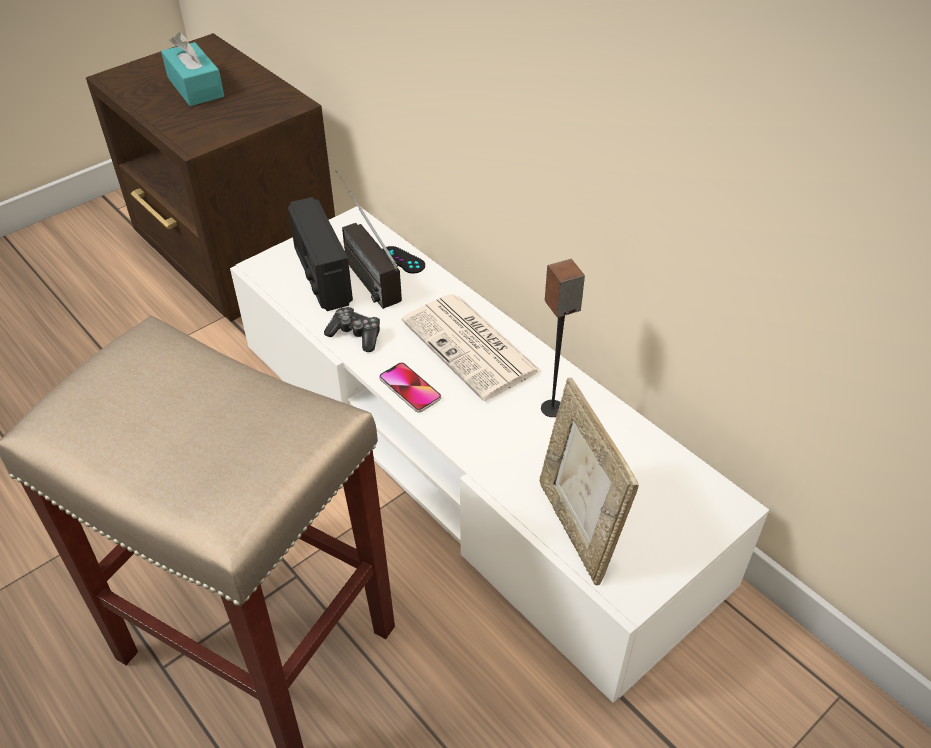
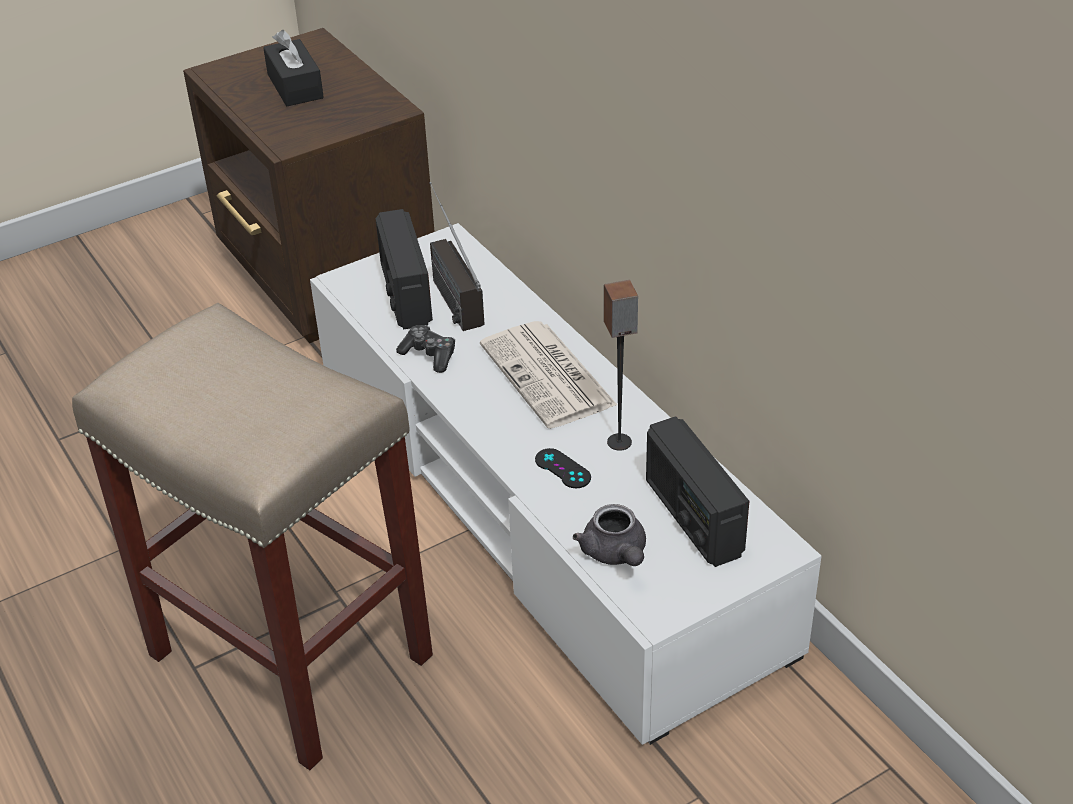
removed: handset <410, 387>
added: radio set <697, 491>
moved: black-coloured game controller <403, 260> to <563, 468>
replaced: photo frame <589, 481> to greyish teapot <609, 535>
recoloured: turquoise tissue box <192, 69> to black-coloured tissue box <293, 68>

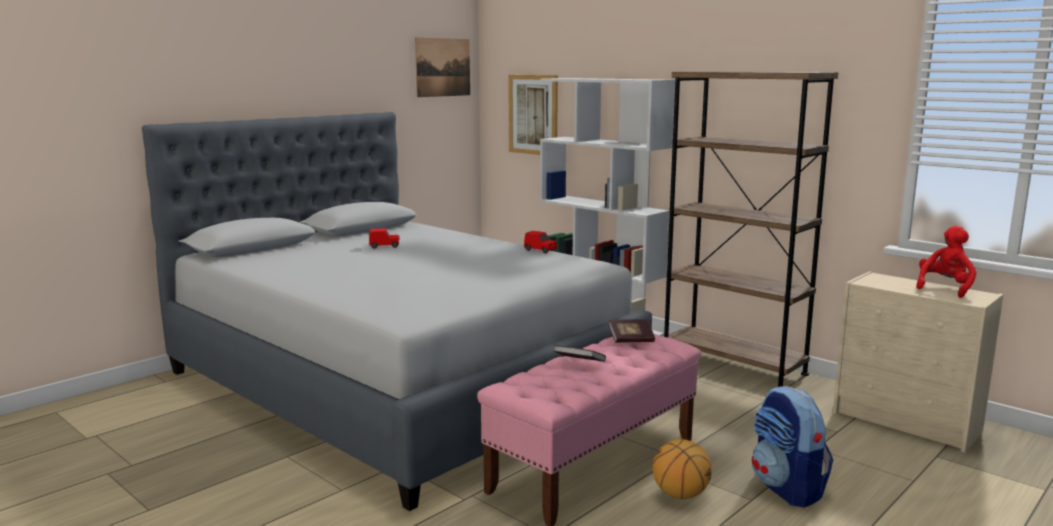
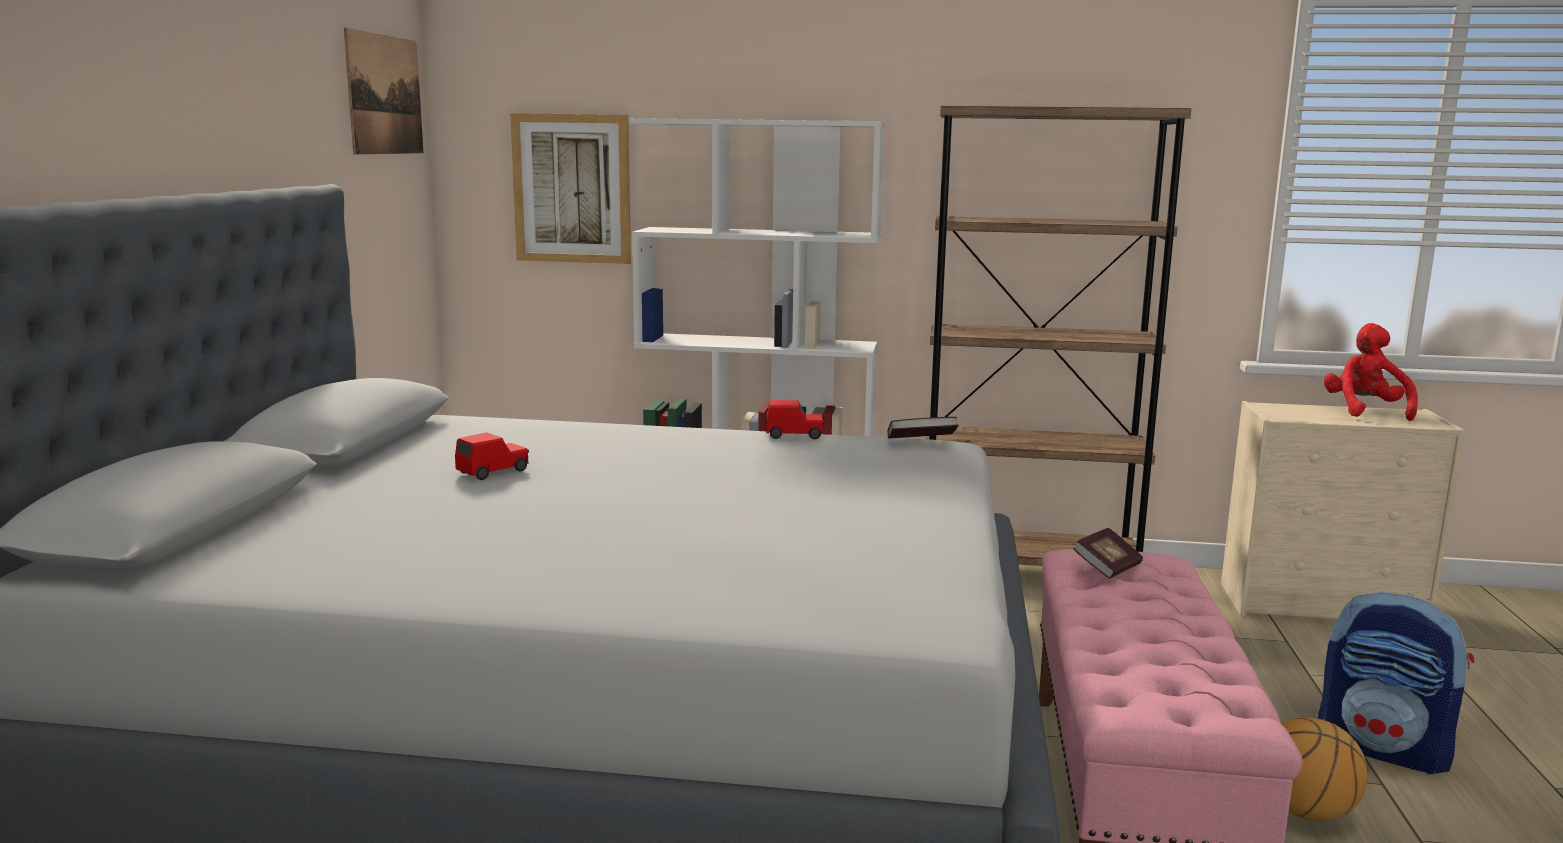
moved: book <580, 353> to <922, 428>

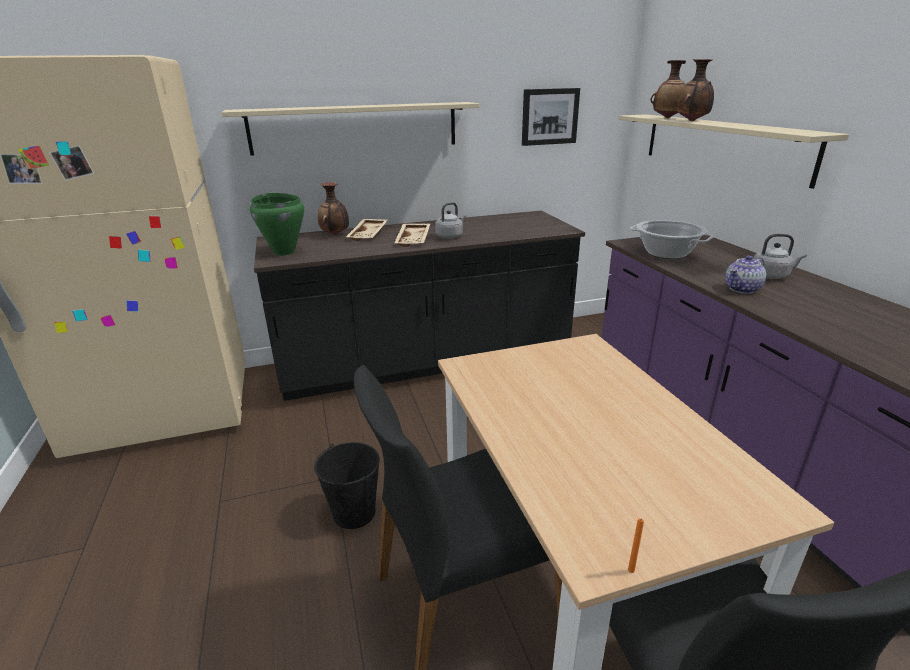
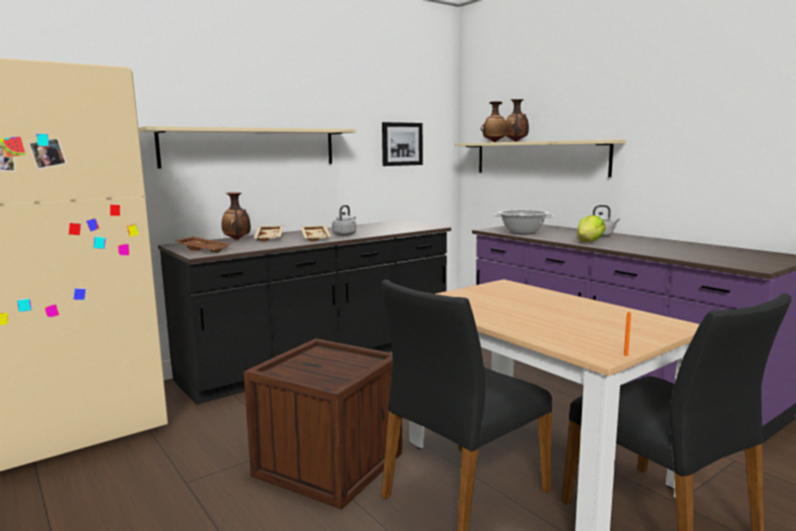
replaced: green-coloured cooking pot <277, 224> to brownish serving tray <204, 244>; black-coloured pail <347, 485> to shipping crate <323, 424>; teapot <745, 274> to lettuce <591, 228>

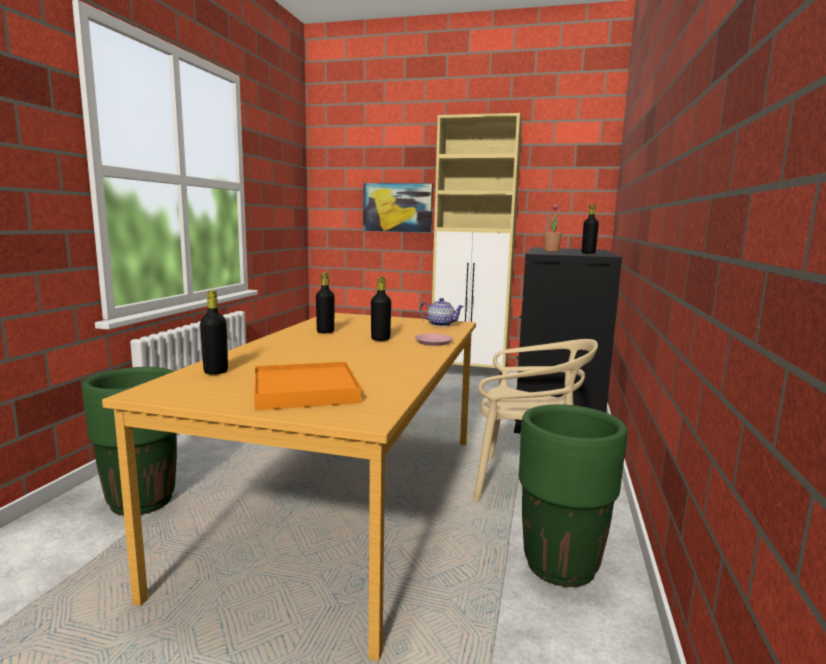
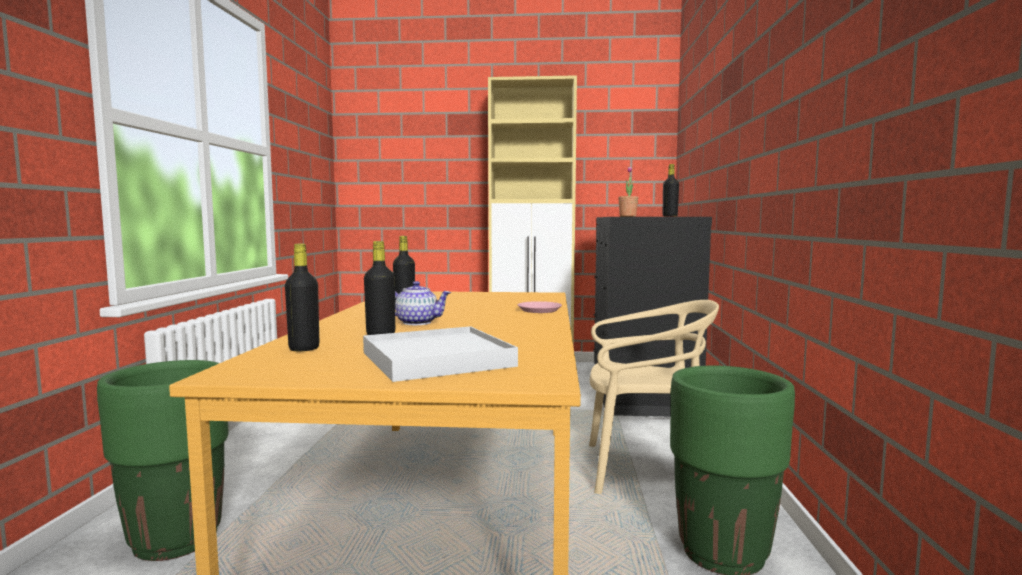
removed: picture <398, 208>
moved: black-coloured beverage bottle <381, 309> to <379, 288>; teapot <441, 312> to <423, 303>
recoloured: orange serving tray <307, 386> to white serving tray <440, 354>

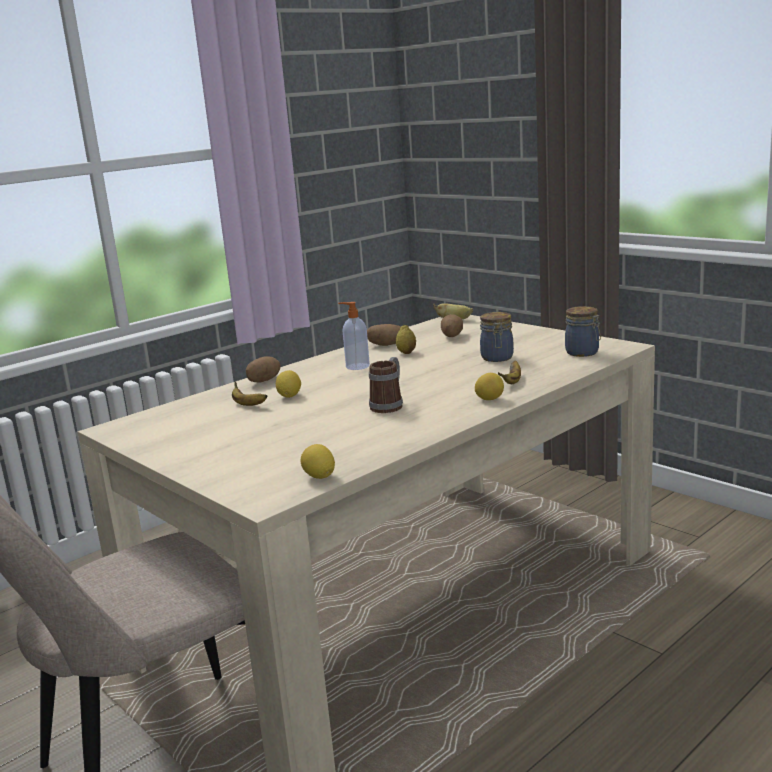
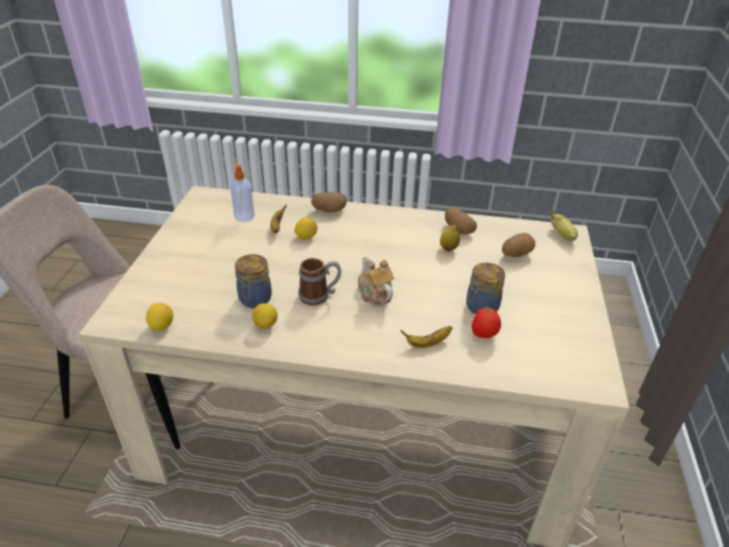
added: teapot <376, 281>; tomato <486, 322>
moved: liquid soap bottle <354, 336> to <242, 191>; whole lemon <489, 386> to <265, 316>; preserve jar <583, 331> to <253, 281>

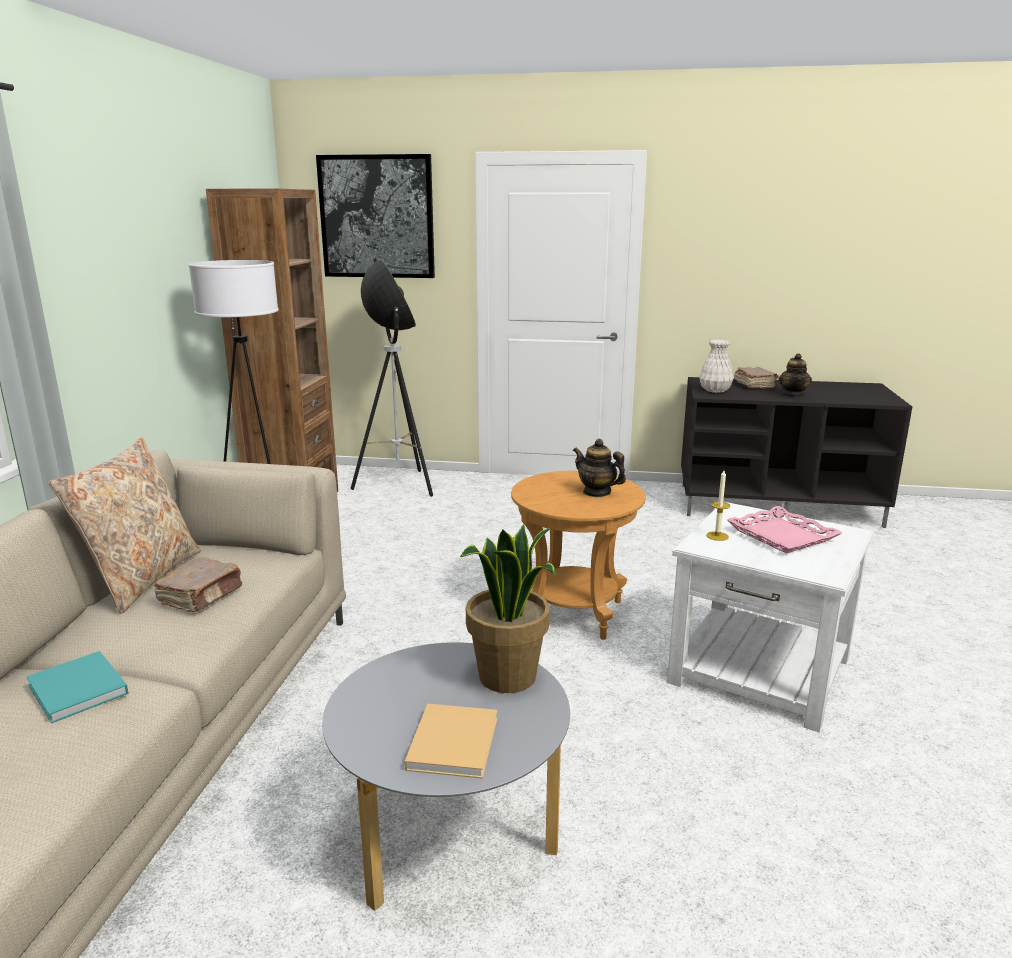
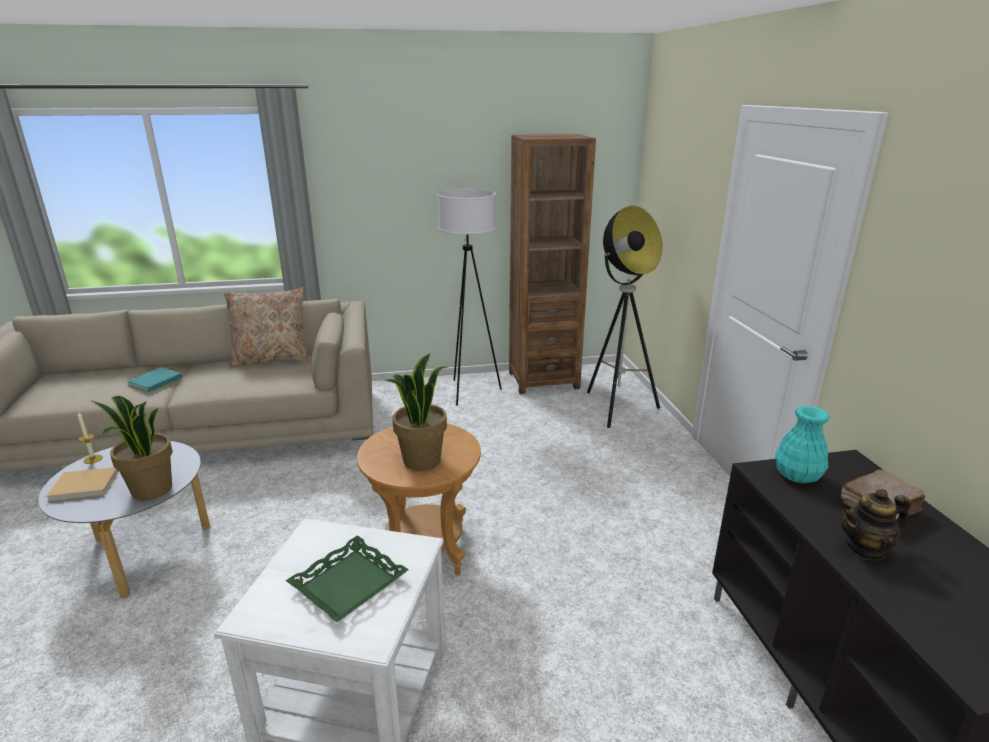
removed: brownish book <198, 584>; picture <375, 216>
moved: candle <718, 505> to <90, 438>
replaced: teapot <599, 468> to potted plant <416, 412>
recoloured: white vase <716, 366> to turquoise vase <802, 444>; pinkish serving tray <784, 529> to green-coloured serving tray <347, 578>

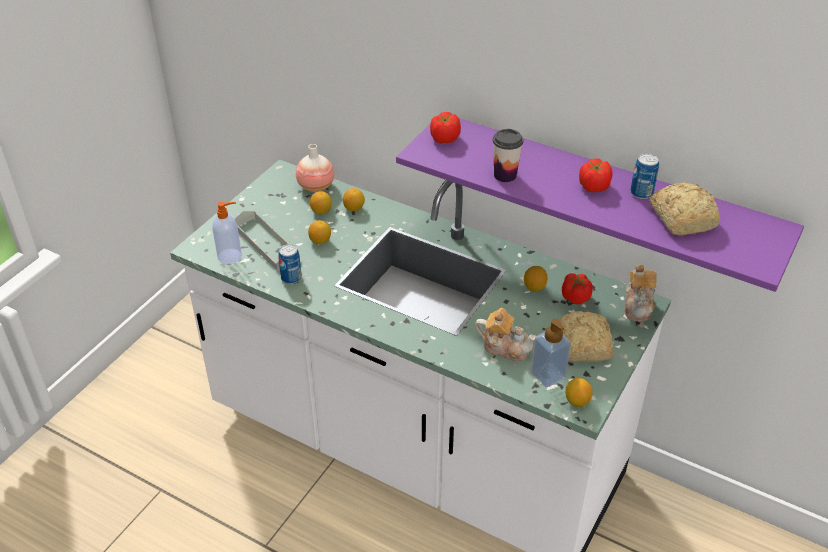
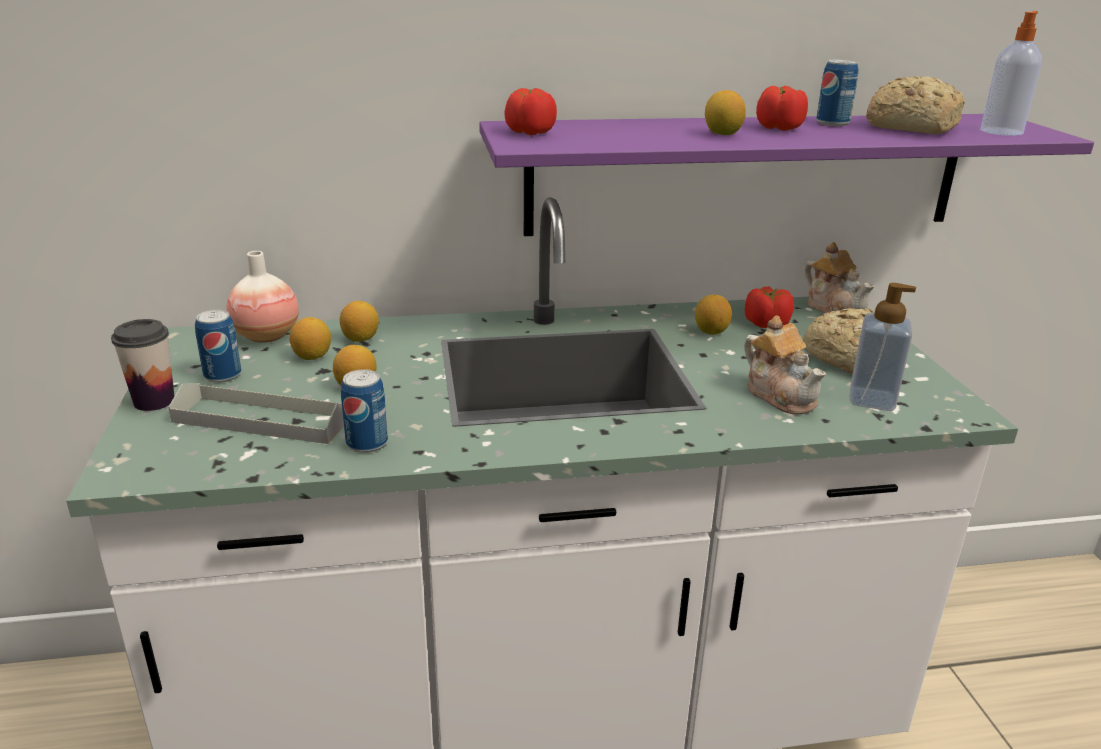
added: can <218, 346>
moved: liquid soap bottle <227, 233> to <1011, 73>; cup <508, 155> to <142, 365>; whole lemon <579, 392> to <725, 112>
turned: teapot <505, 334> = <785, 365> 75 degrees clockwise

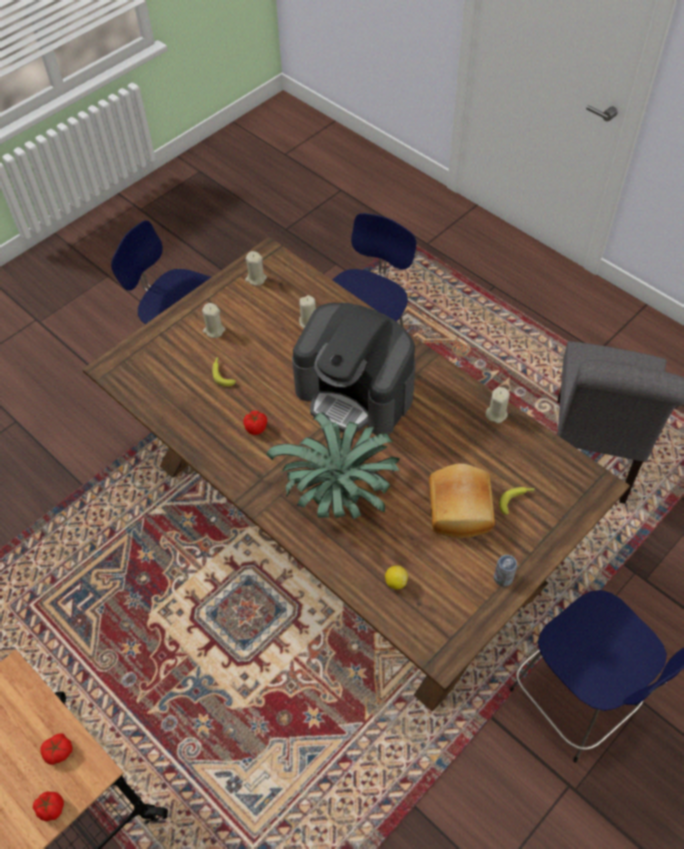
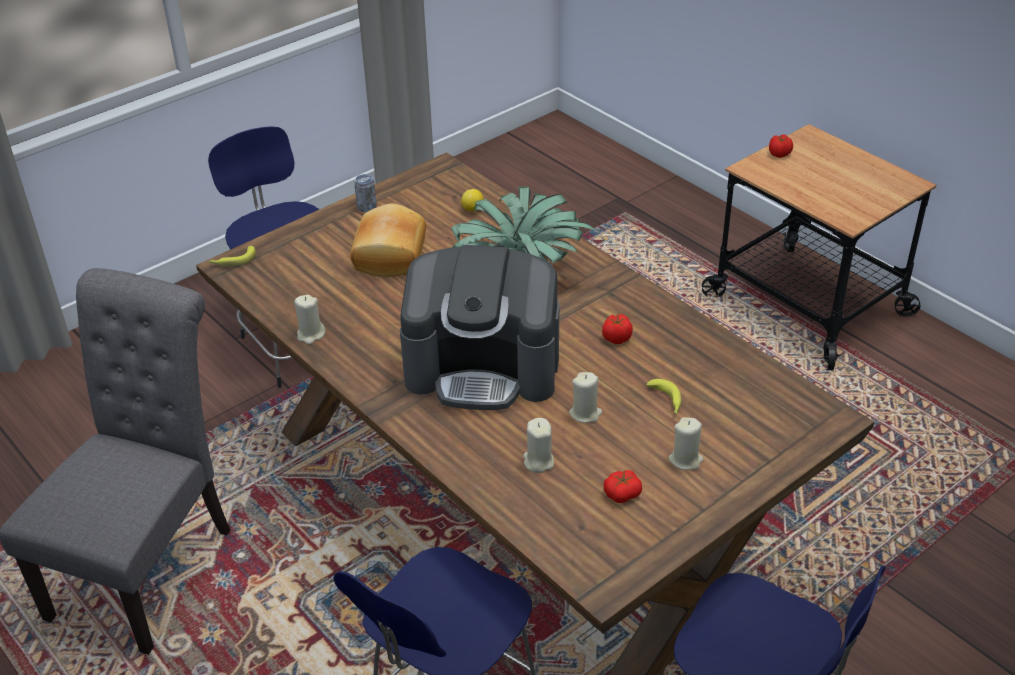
moved: tomato <56, 749> to <623, 486>; sand-coloured candle <256, 268> to <585, 397>; banana <517, 501> to <232, 256>
turned: coffee brewer <353, 369> = <479, 327> 150 degrees clockwise

